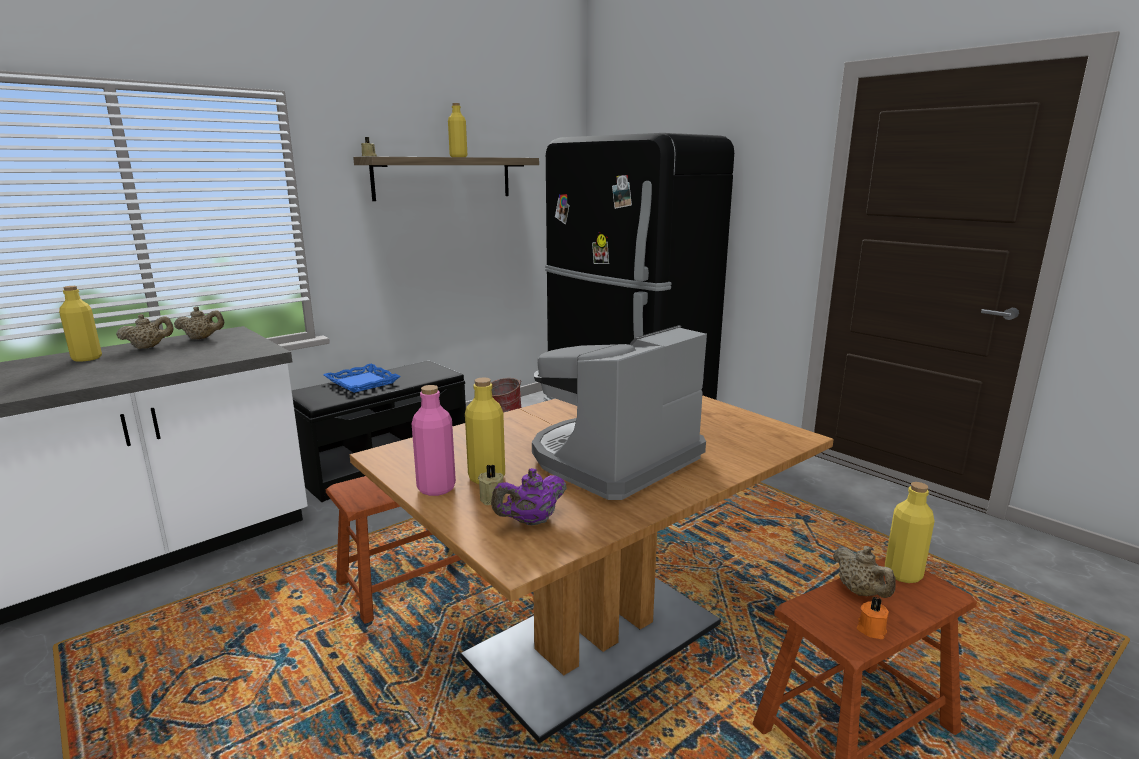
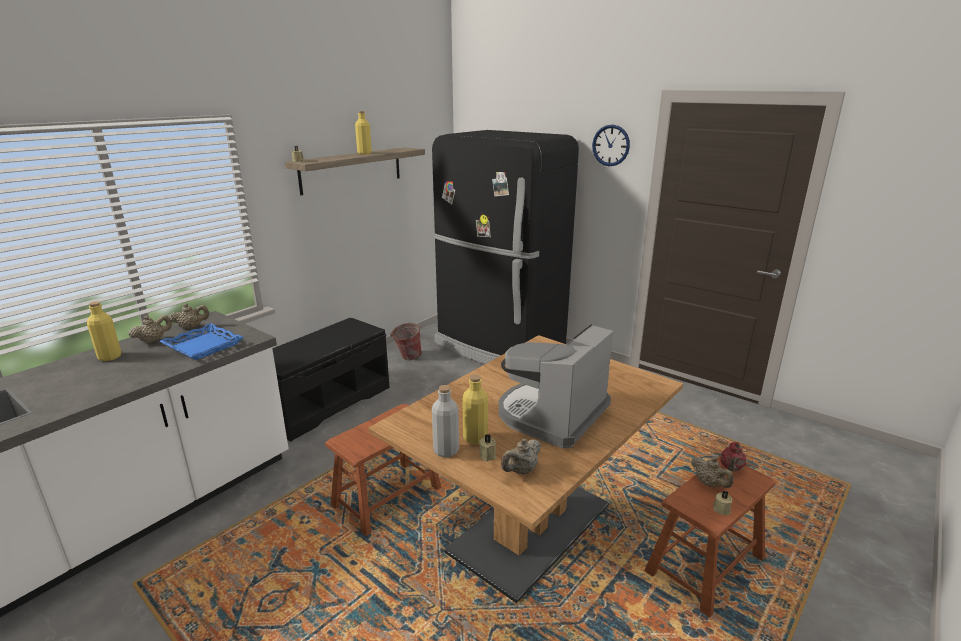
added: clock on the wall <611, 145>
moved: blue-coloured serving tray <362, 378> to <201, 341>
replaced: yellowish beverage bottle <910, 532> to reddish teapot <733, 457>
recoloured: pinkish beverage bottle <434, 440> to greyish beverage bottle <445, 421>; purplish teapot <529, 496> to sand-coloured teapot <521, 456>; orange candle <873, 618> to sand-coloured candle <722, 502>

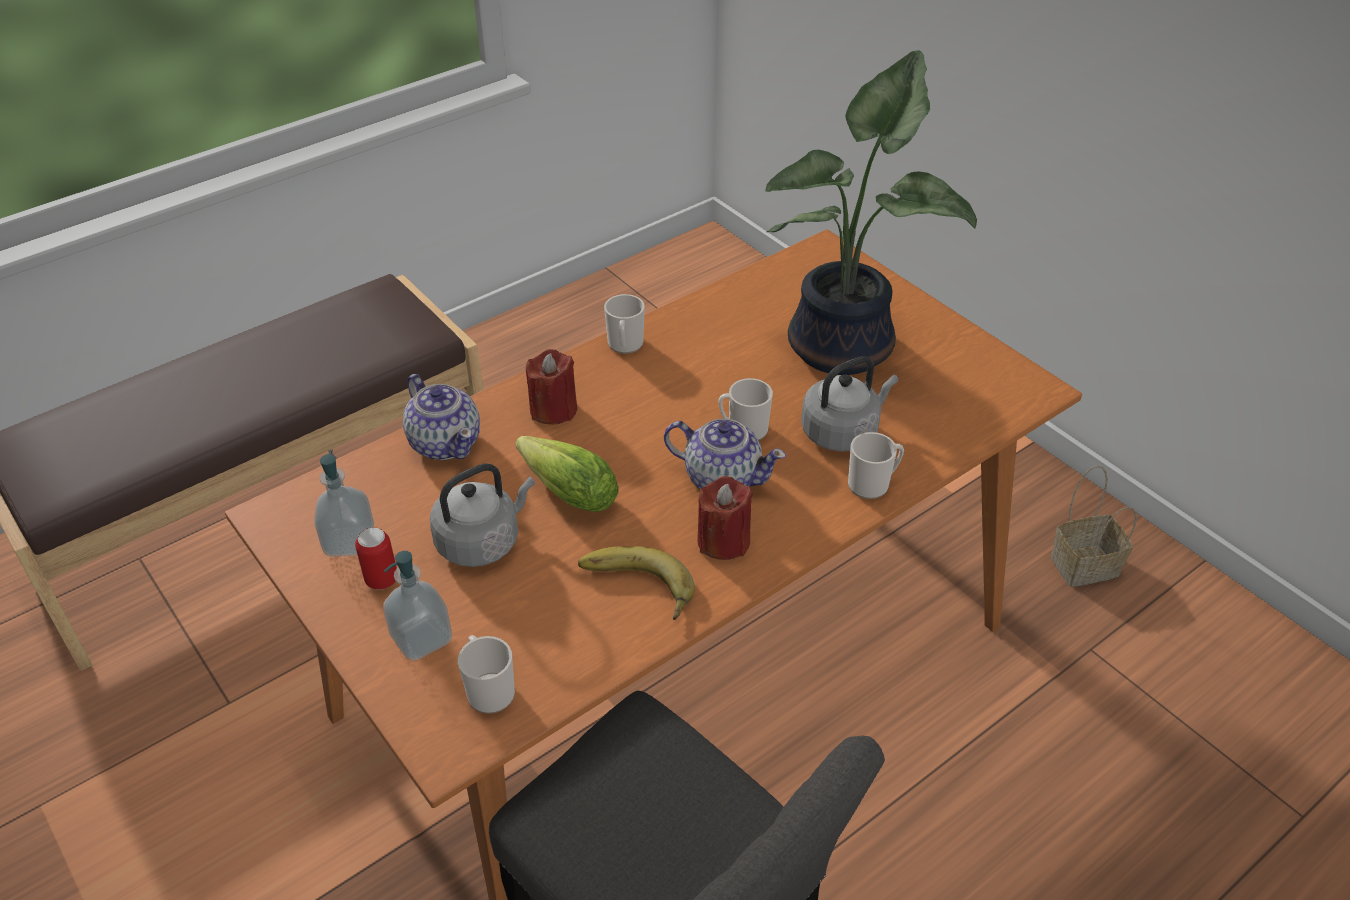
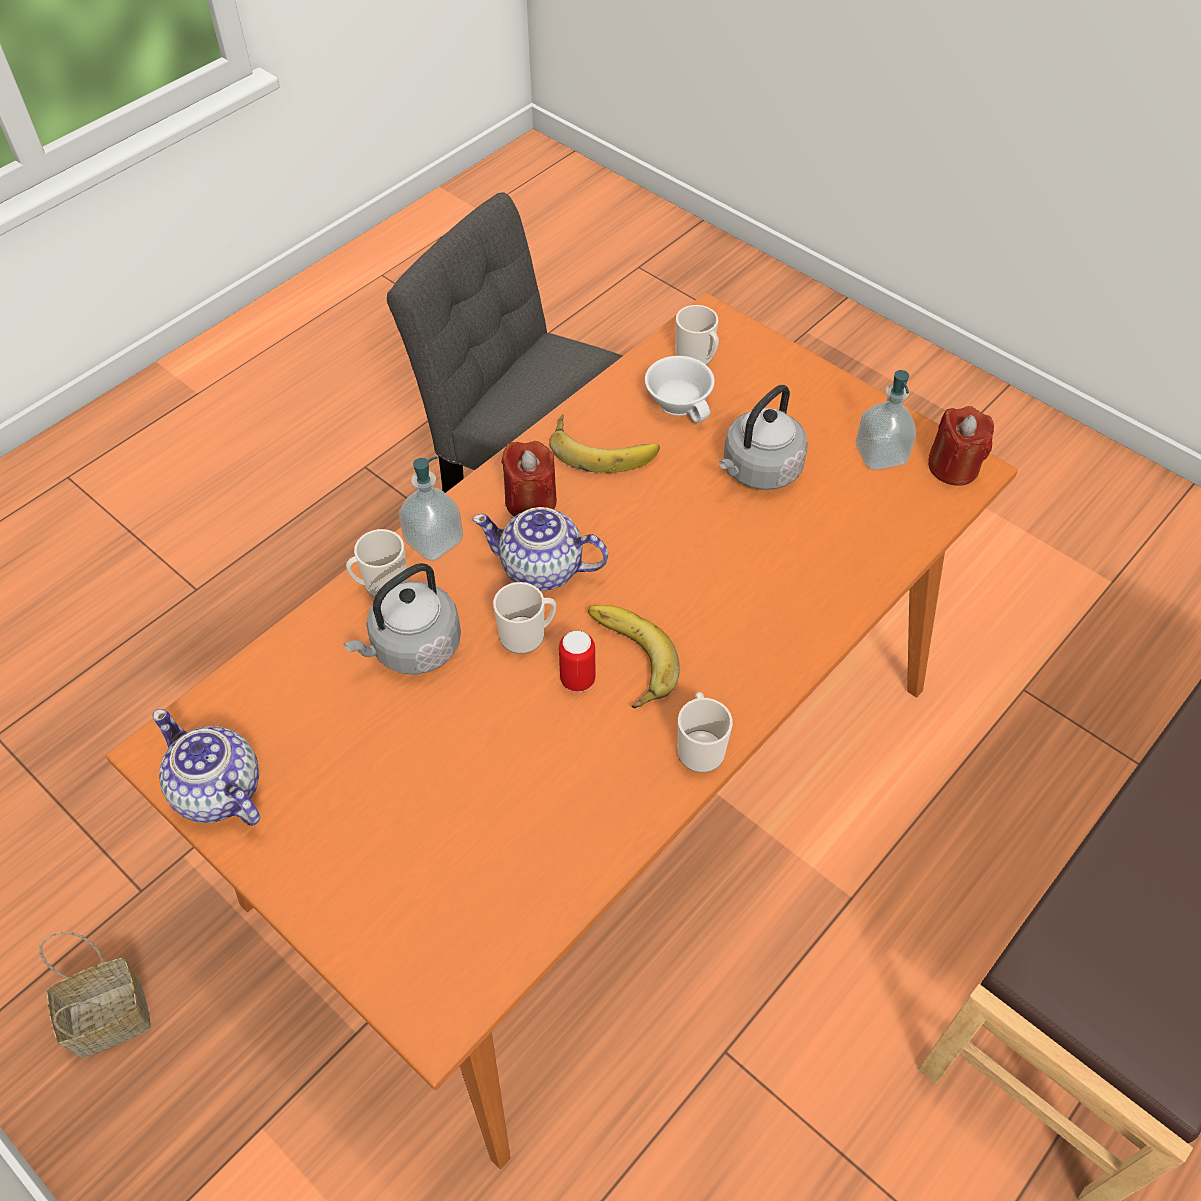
removed: lettuce <567, 474>; potted plant <871, 212>
added: banana <634, 656>; white cup <680, 389>
moved: can <376, 559> to <577, 661>; liquid soap bottle <417, 606> to <430, 508>; teapot <441, 417> to <206, 767>; reddish candle <551, 387> to <961, 446>

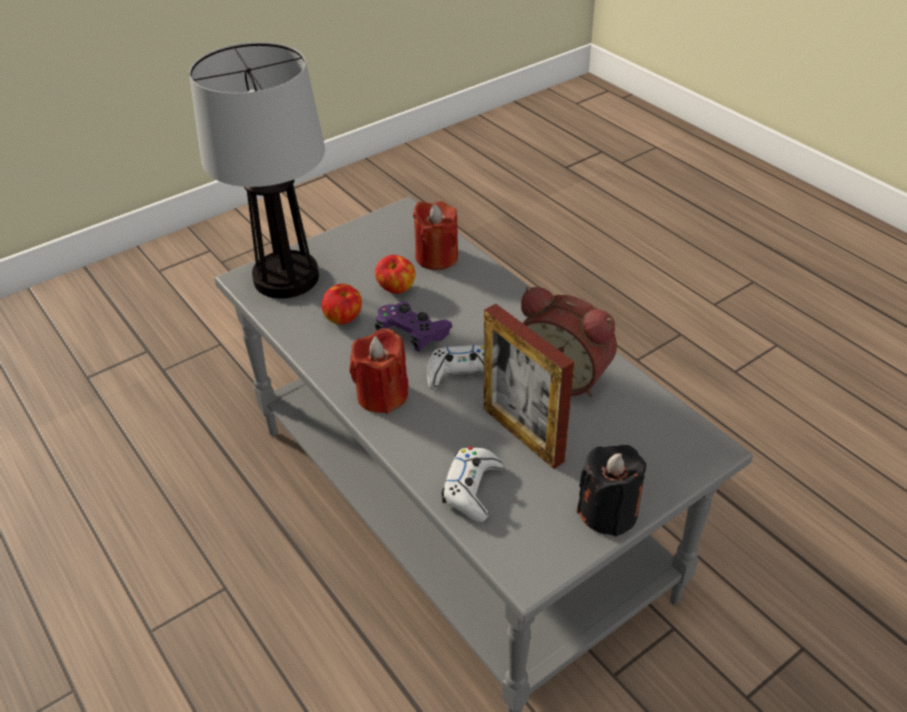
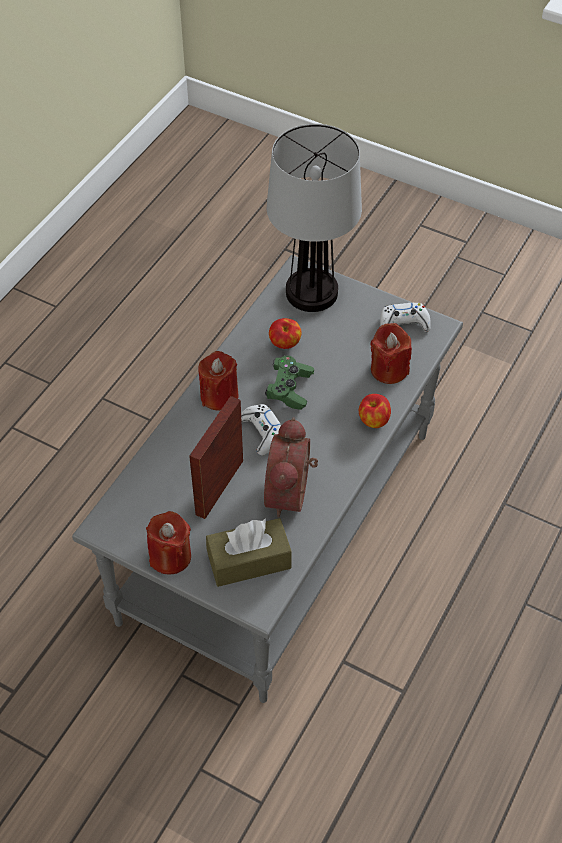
added: brownish tissue box <249, 552>
moved: apple <395, 274> to <375, 411>; white game controller <472, 484> to <405, 317>
recoloured: purplish game controller <414, 326> to green-coloured game controller <289, 383>; black-coloured candle <611, 491> to reddish candle <168, 543>

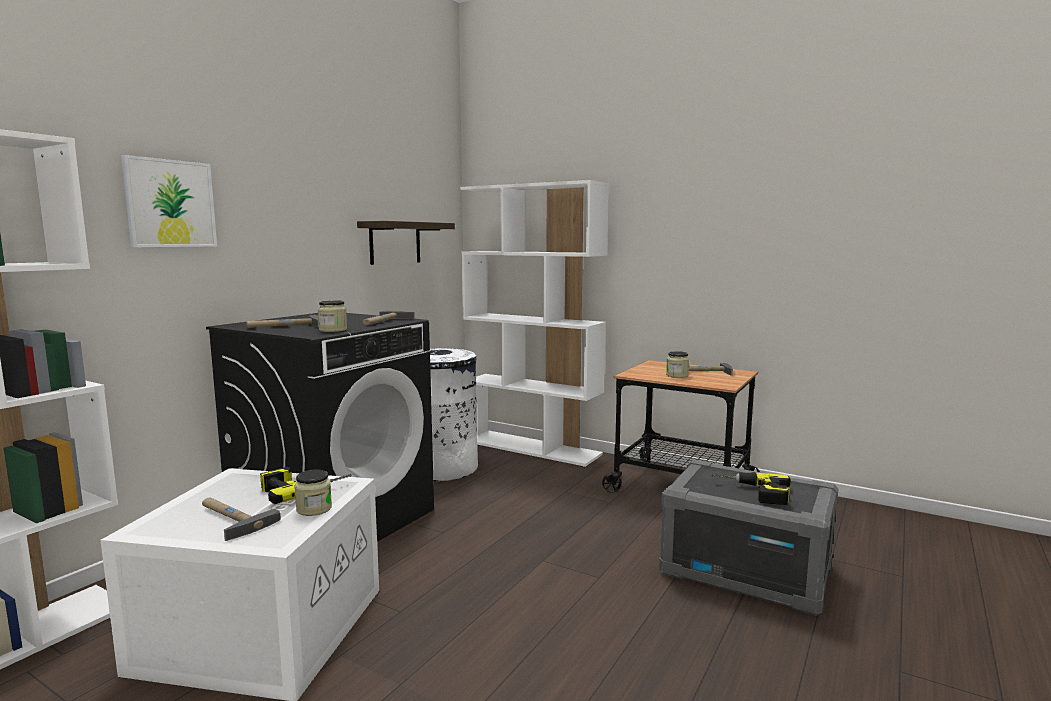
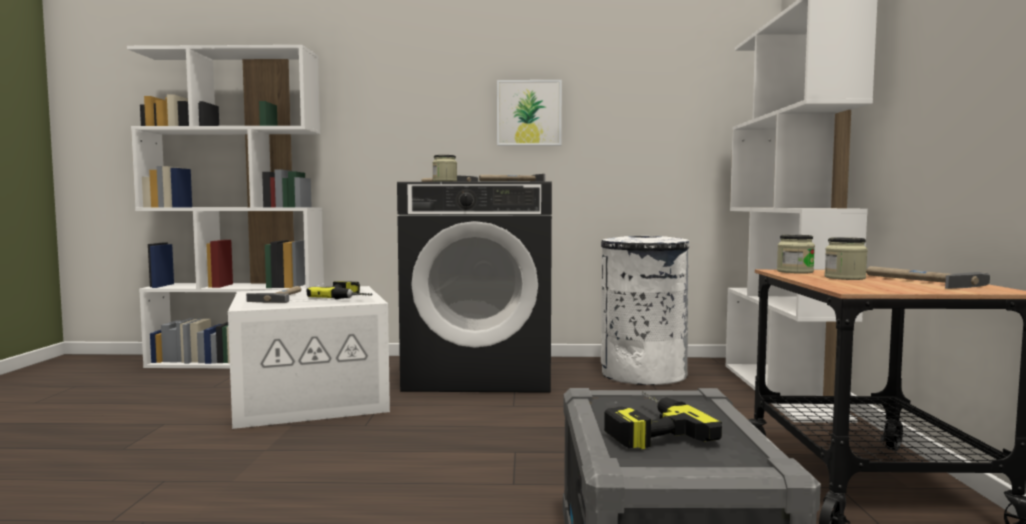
removed: bracket shelf <406, 243>
moved: picture <169, 201> to <529, 113>; preserve jar <313, 492> to <796, 254>

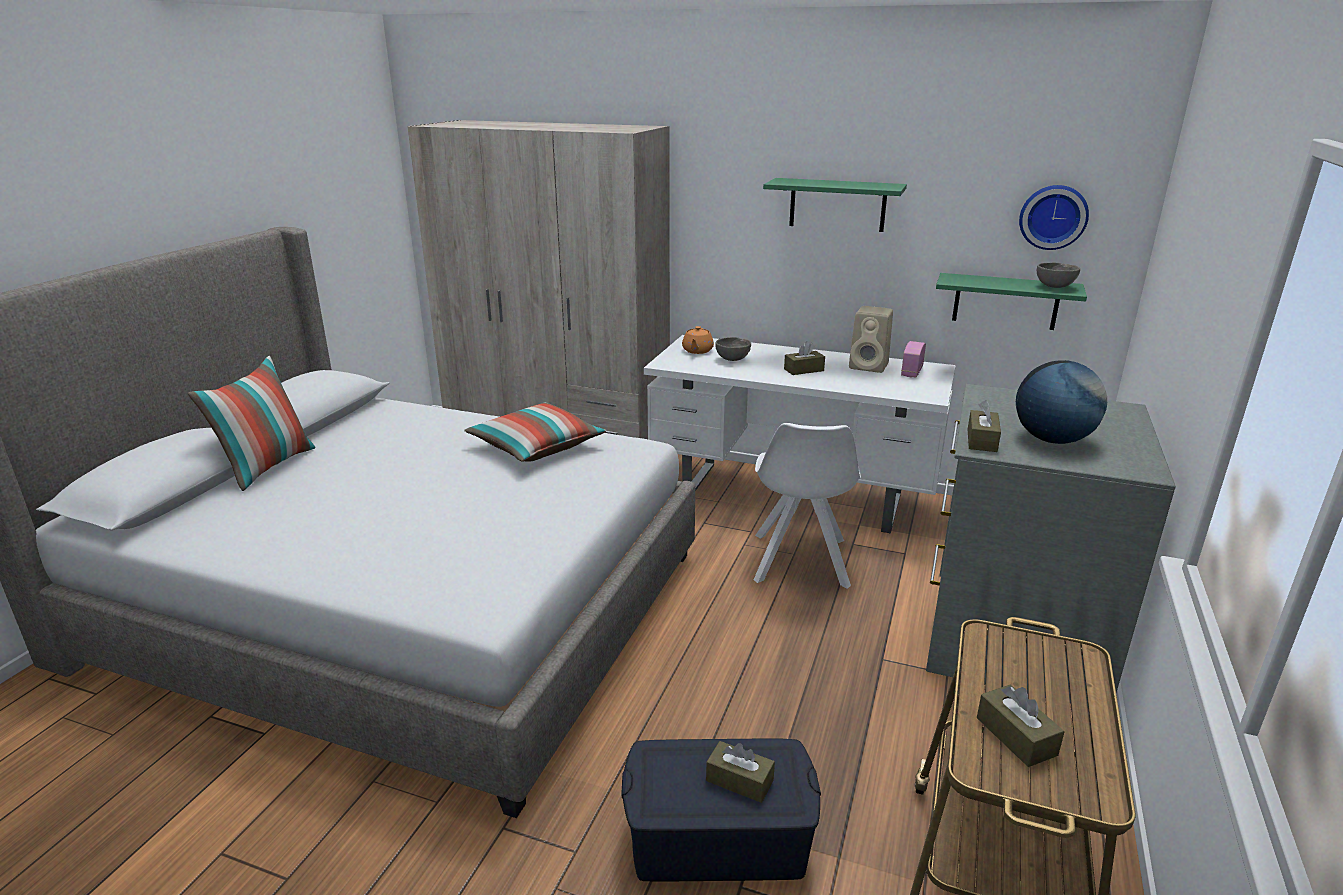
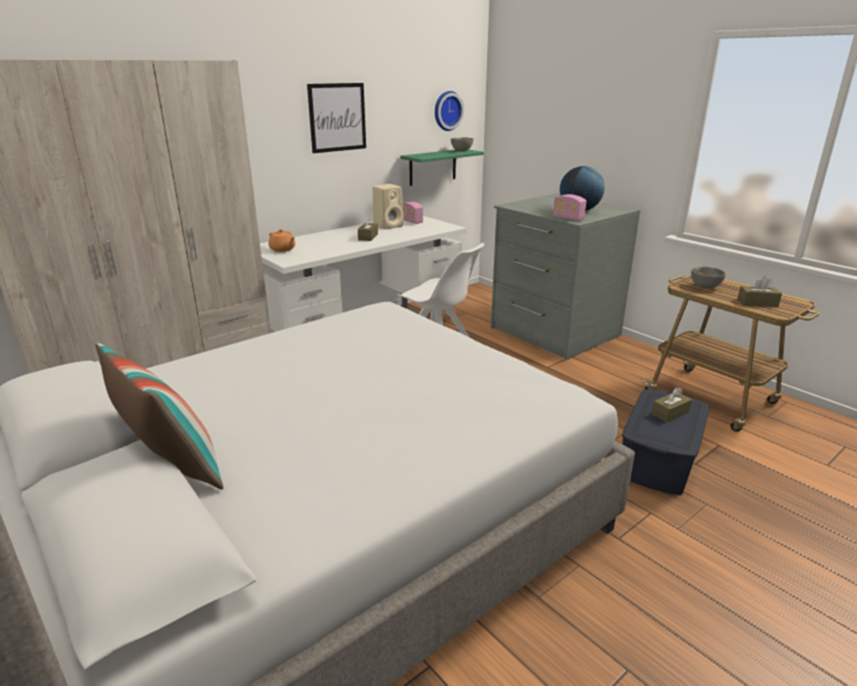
removed: pillow <535, 432>
moved: greyish serving bowl <733, 349> to <708, 277>
replaced: green-coloured bracket shelf <835, 205> to picture <336, 118>; brownish tissue box <984, 426> to radio set <569, 207>

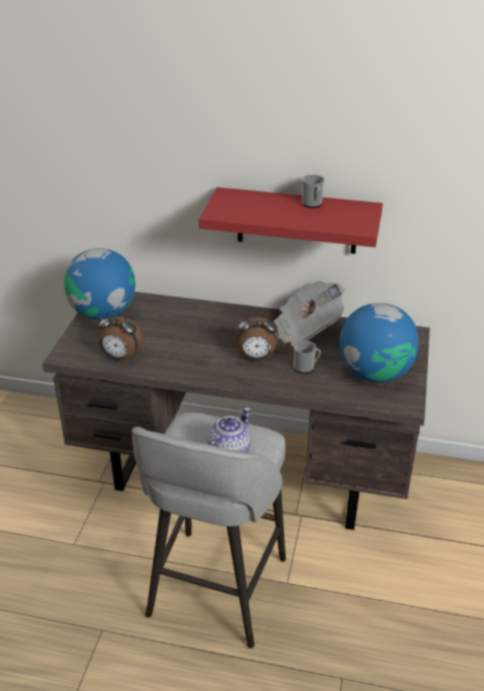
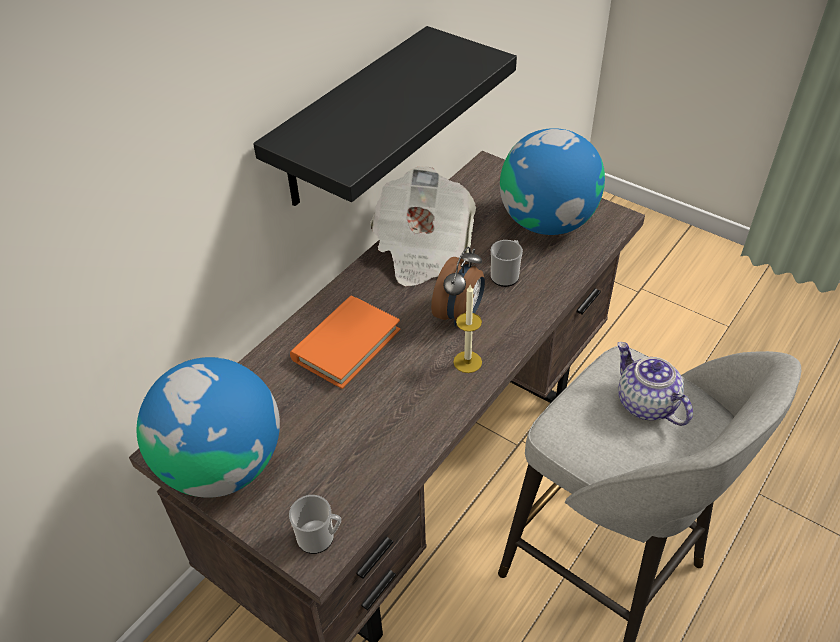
removed: alarm clock <120, 335>
added: orange book <345, 342>; candle <467, 329>
moved: coffee mug <313, 191> to <315, 524>
recoloured: reddish bracket shelf <291, 220> to black-coloured bracket shelf <385, 116>

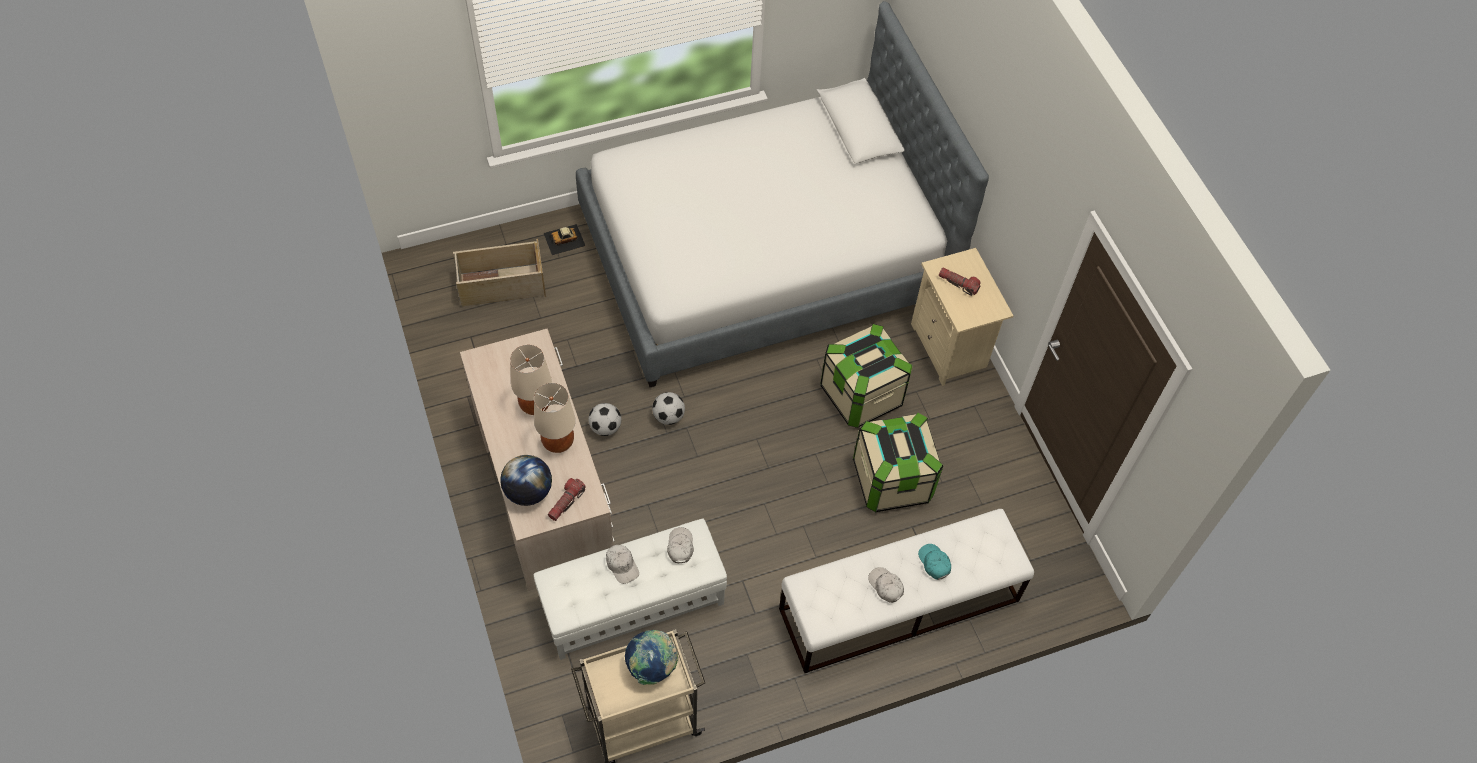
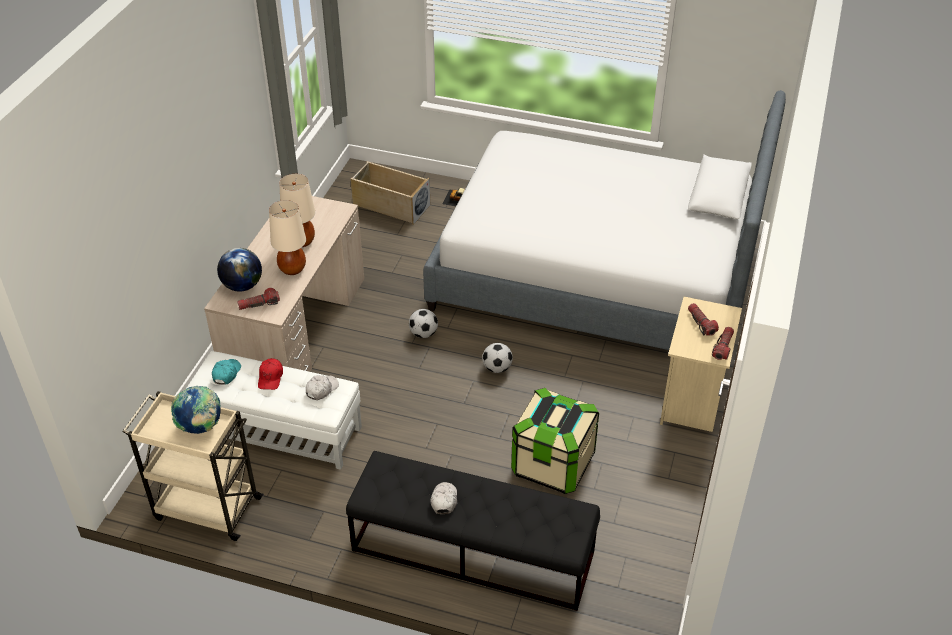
removed: storage box <866, 376>
added: hand torch <723, 343>
moved: football ball <604, 419> to <497, 358>; turquoise baseball cap <934, 562> to <226, 372>
recoloured: white baseball cap <622, 564> to reddish baseball cap <270, 374>; white long seat <906, 591> to black-coloured long seat <473, 531>

